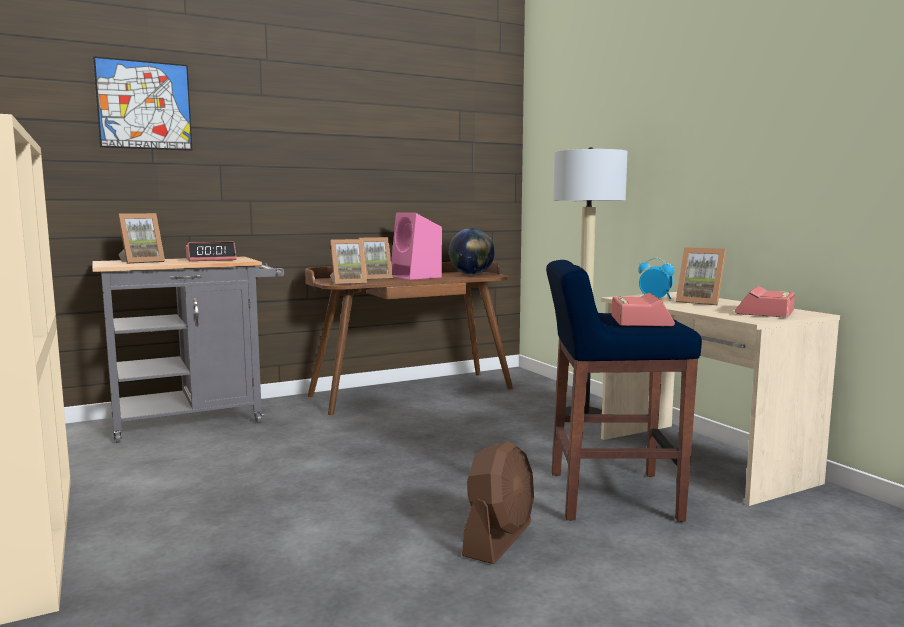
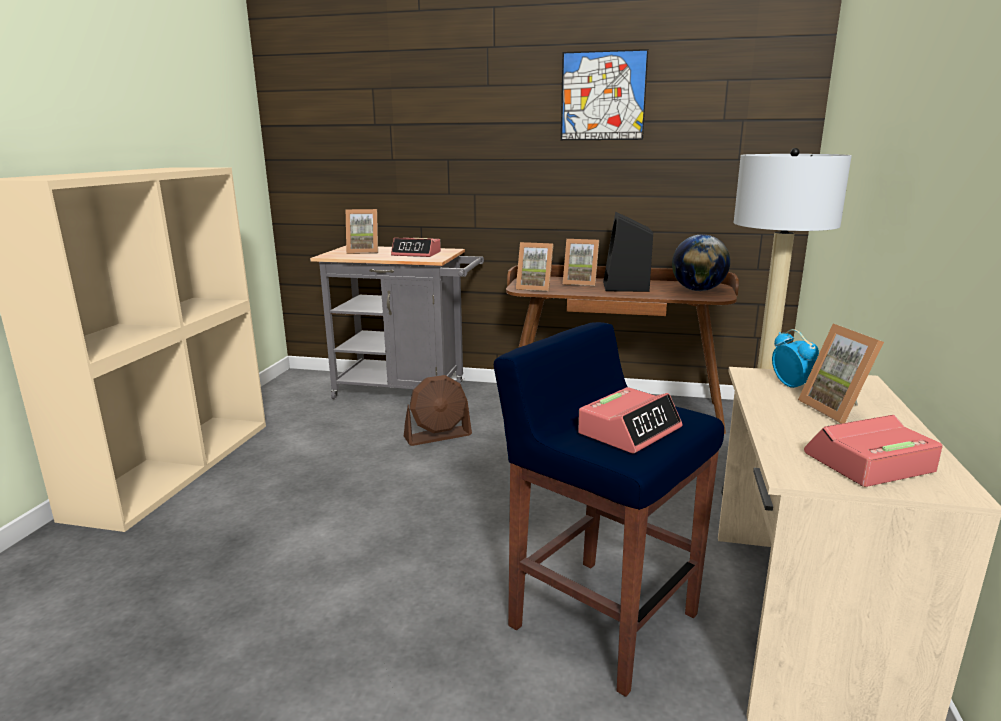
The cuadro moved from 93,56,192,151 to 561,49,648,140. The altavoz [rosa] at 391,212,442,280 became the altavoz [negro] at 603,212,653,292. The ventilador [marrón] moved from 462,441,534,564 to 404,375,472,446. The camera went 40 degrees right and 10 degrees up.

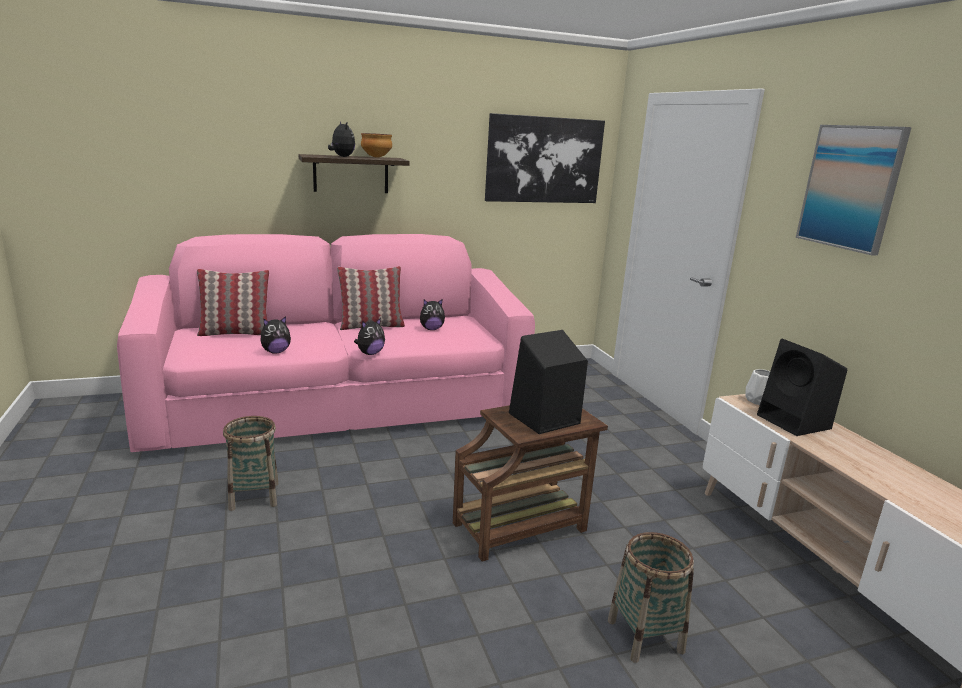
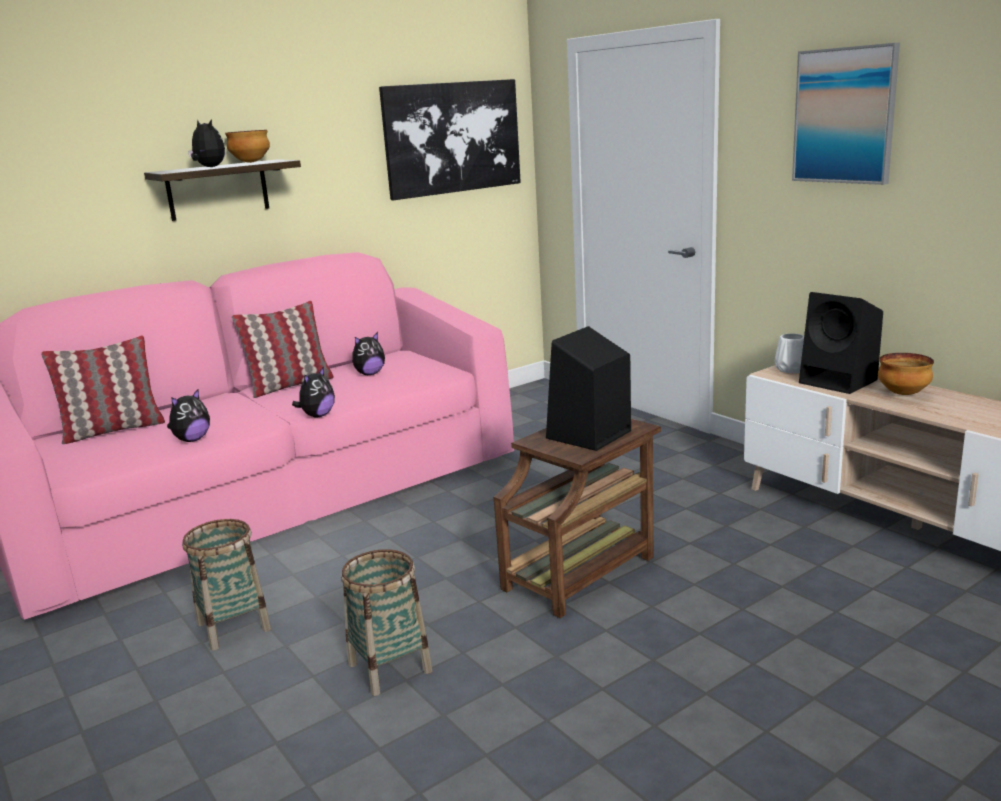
The cesta moved from 608,532,694,663 to 341,549,432,696. The cuenco at 878,353,934,395 appeared. The camera went 15 degrees left and 0 degrees up.

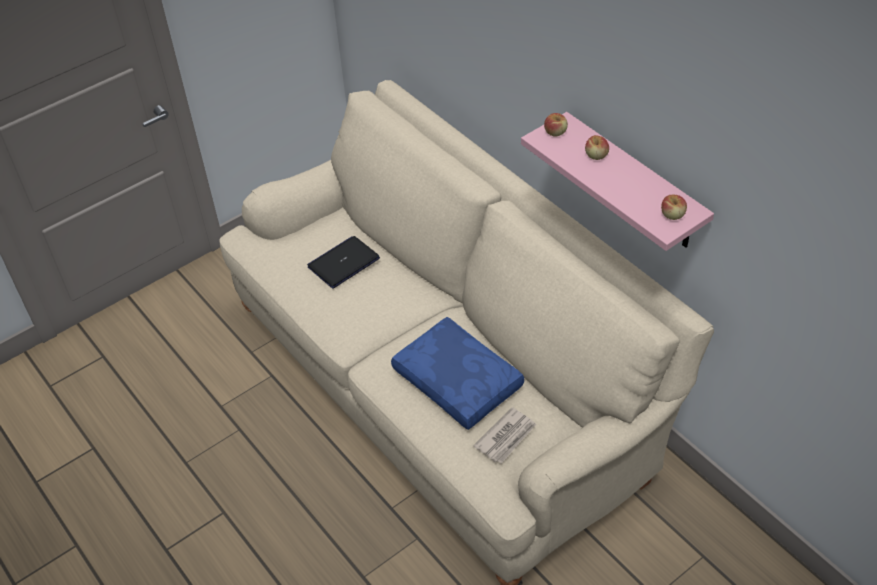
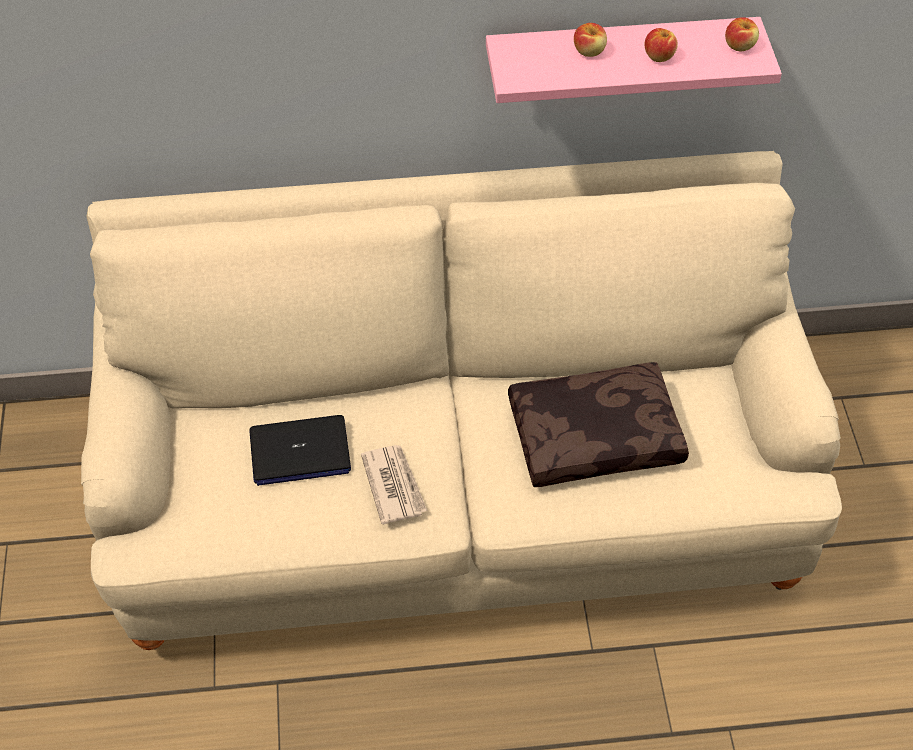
The portátil at 307,236,380,289 turned 90 degrees counterclockwise. The cojín [azul] at 391,317,524,430 became the cojín [marrón] at 508,362,689,487. The periódico moved from 473,407,537,464 to 361,445,427,525. The manzana moved from 544,113,568,137 to 645,28,678,62. The camera went 60 degrees left and 5 degrees up.

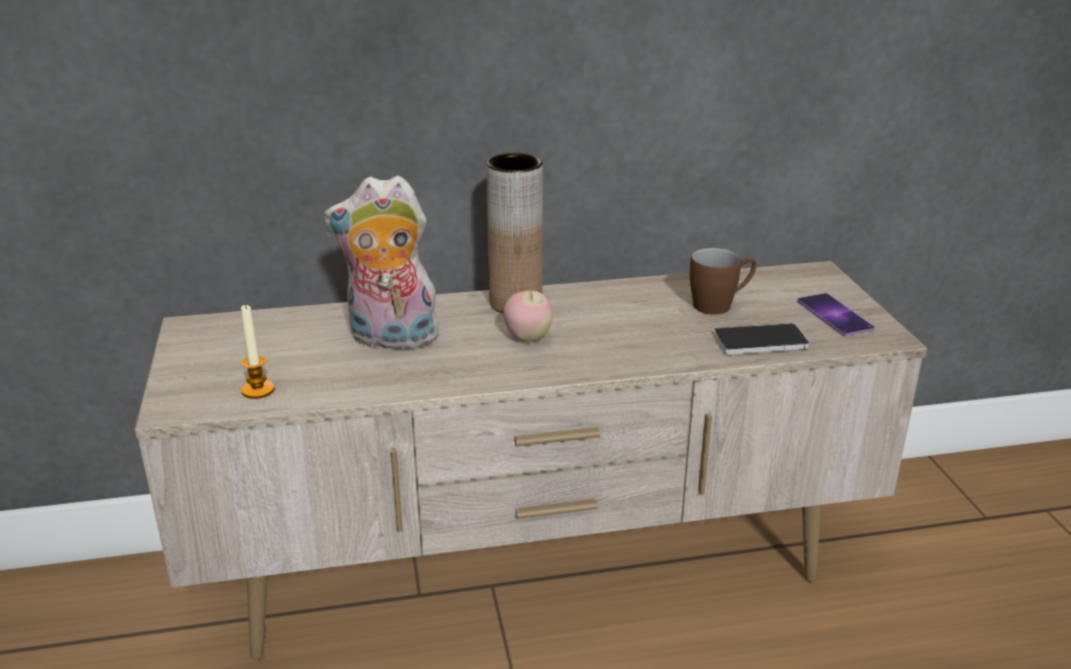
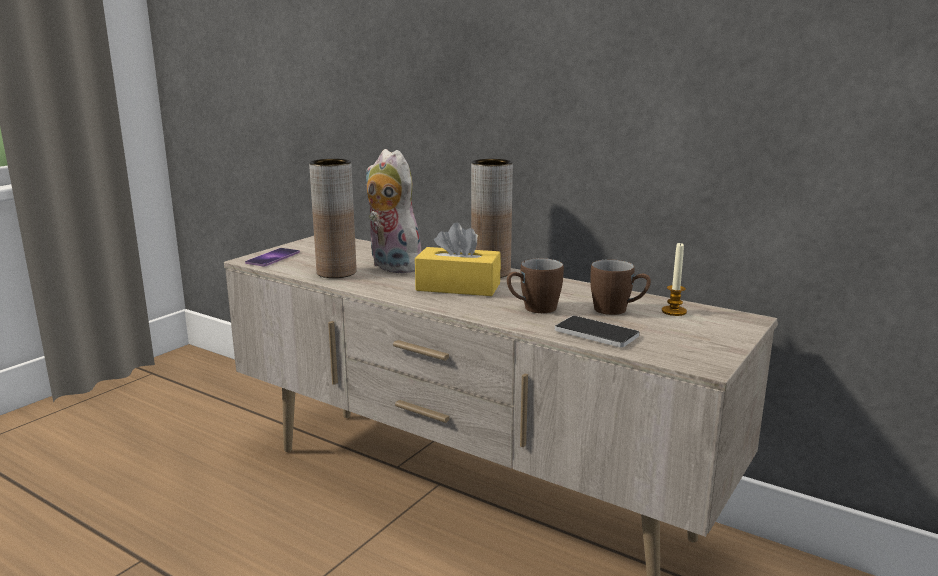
The vela moved from 241,304,275,399 to 662,242,687,316. The manzana at 503,288,553,342 was replaced by the caja de pañuelos [amarillo] at 415,223,501,296. The móvil moved from 797,293,875,336 to 245,248,300,267. The florero [marrón] at 309,159,356,278 appeared. The taza grande [marrón] at 507,258,564,313 appeared. The camera went 45 degrees right and 10 degrees down.

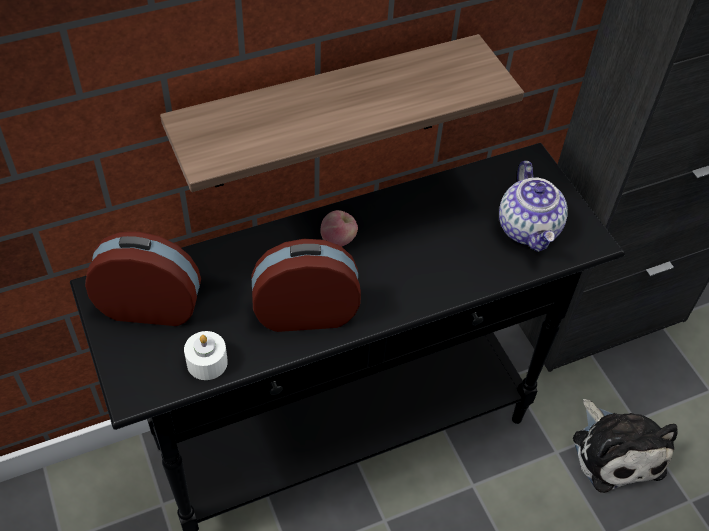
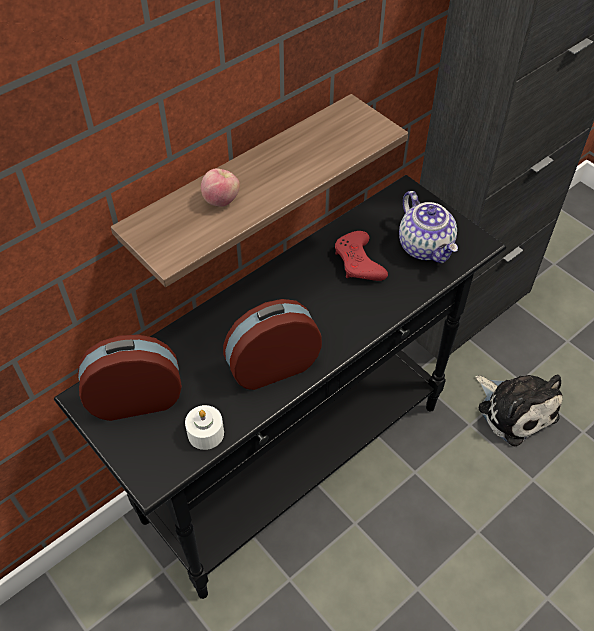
The manzana moved from 320,210,358,246 to 201,168,240,207. The mando de consola [rojo] at 335,231,388,281 appeared. The camera went 15 degrees left and 0 degrees up.

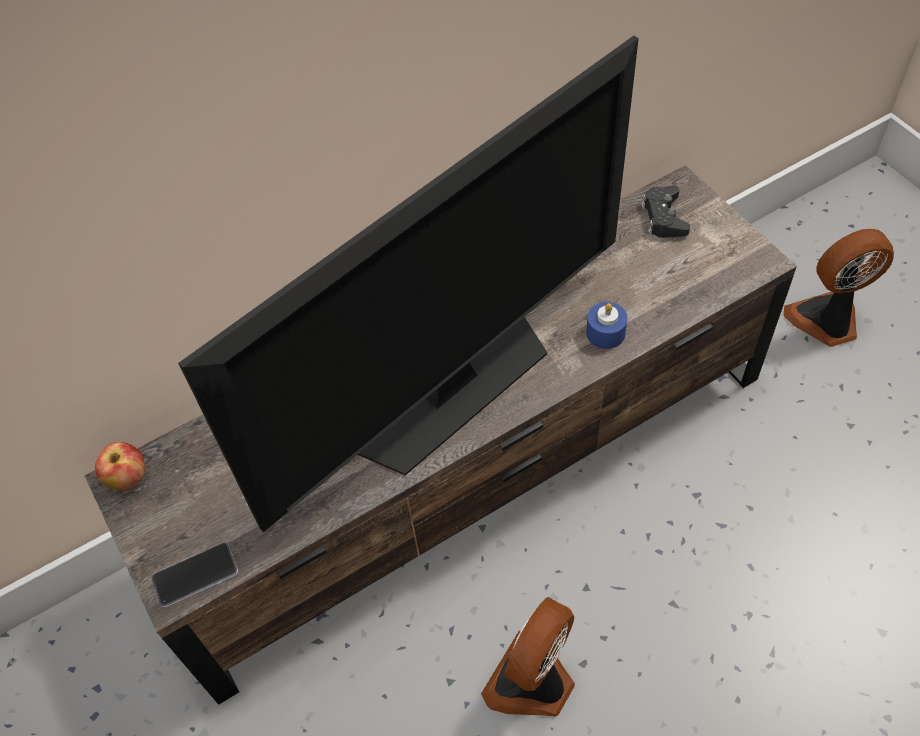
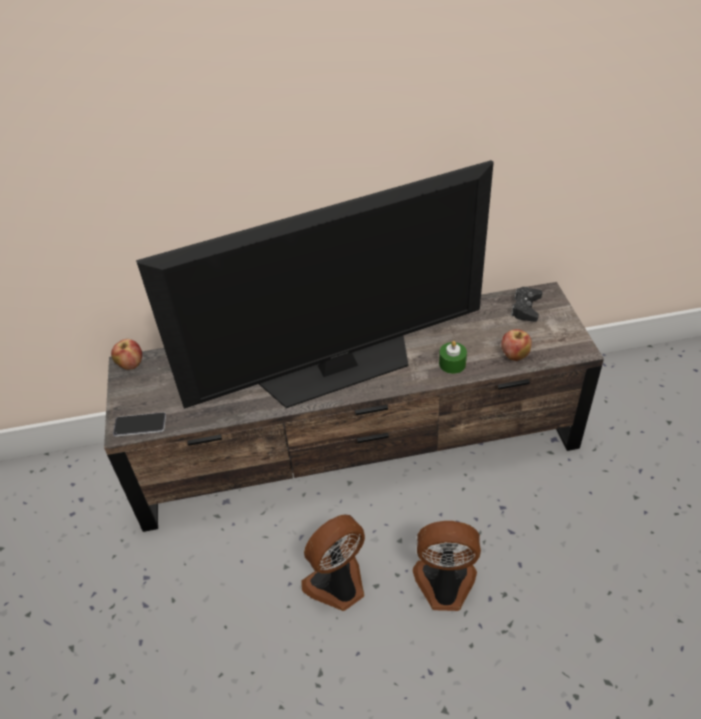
The vela [azul] at 586,302,628,349 became the vela [verde] at 439,341,467,374. The ventilador moved from 783,229,894,347 to 413,521,481,611. The manzana at 501,329,532,361 appeared. The camera went 20 degrees right and 10 degrees down.

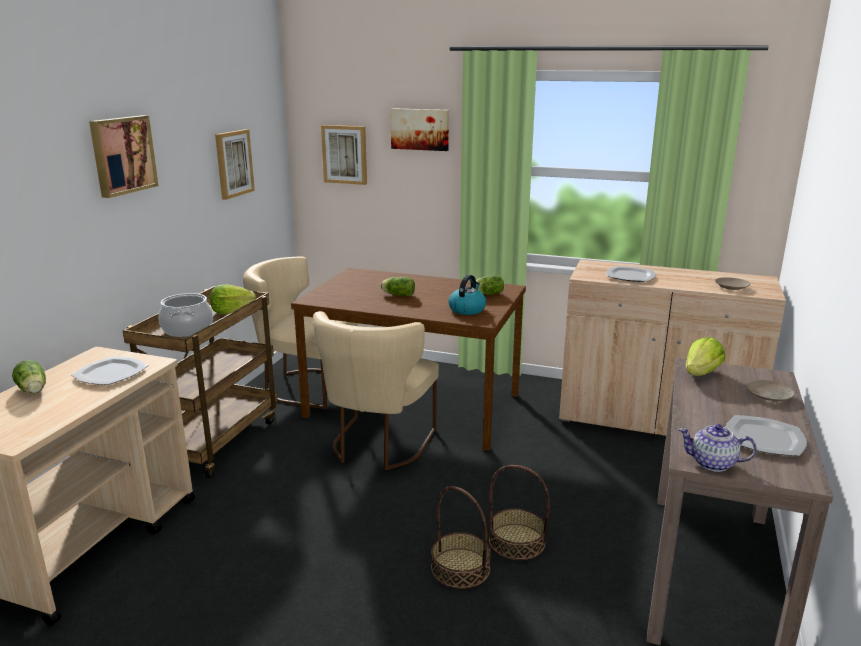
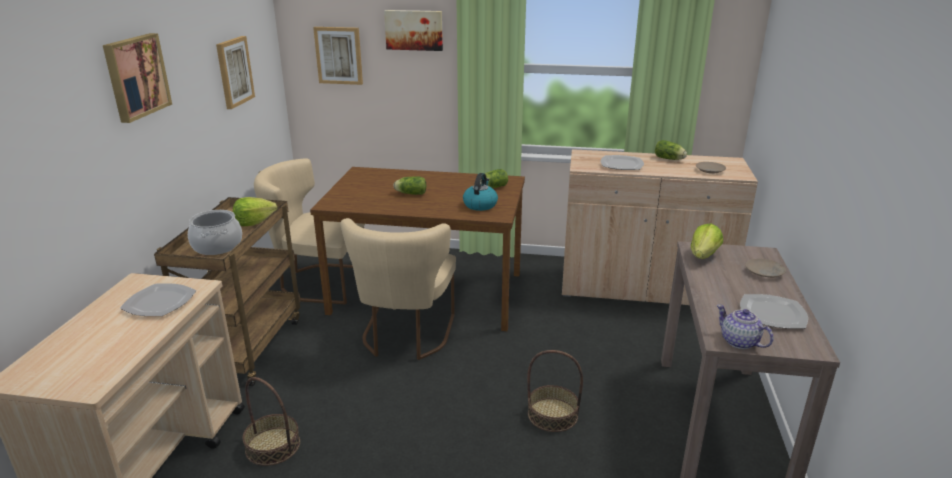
The lechuga moved from 12,360,46,394 to 655,140,687,160. The cesta moved from 431,486,491,589 to 243,377,300,466. The tetera at 678,424,757,472 turned 45 degrees clockwise. The camera went 10 degrees left and 5 degrees up.

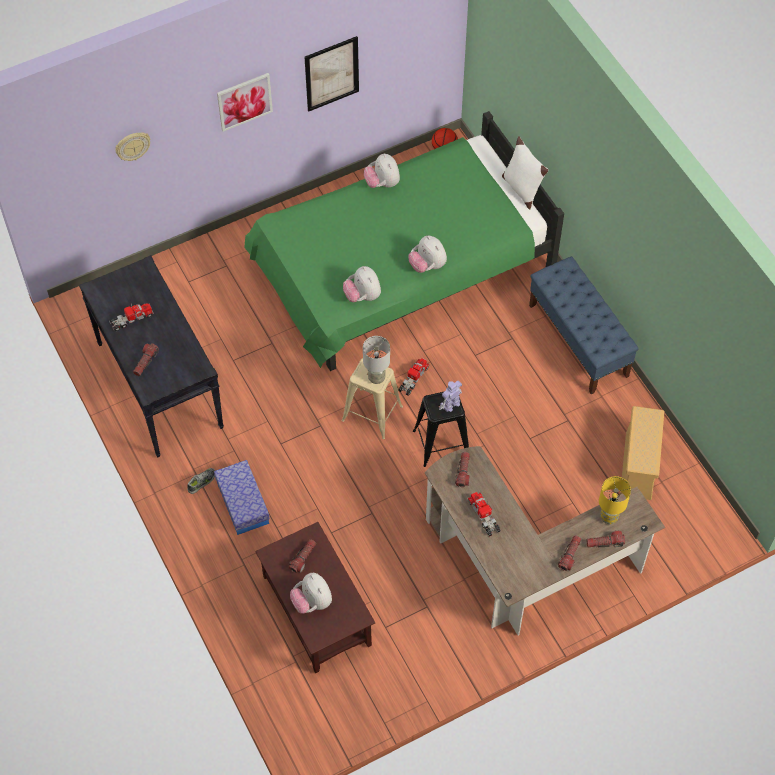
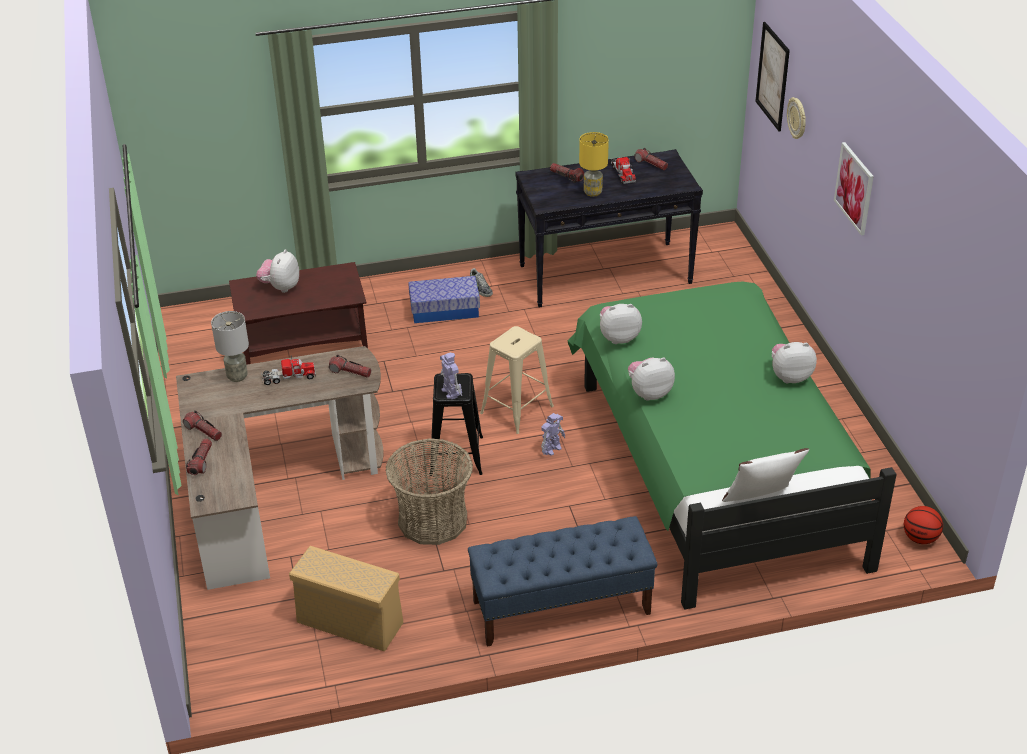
The linterna moved from 289,539,316,573 to 634,148,668,170. The peluche at 290,573,332,614 turned 60 degrees counterclockwise. The cuadro moved from 304,36,359,112 to 755,22,790,132. The lámpara de mesa [gris] moved from 363,336,390,384 to 211,311,249,382. The camión de juguete at 399,358,429,396 was replaced by the robot de juguete at 541,413,565,456. The lámpara de mesa [amarillo] moved from 599,476,631,524 to 579,132,609,197. The cesta at 386,439,473,545 appeared. The camera went 105 degrees right and 20 degrees down.

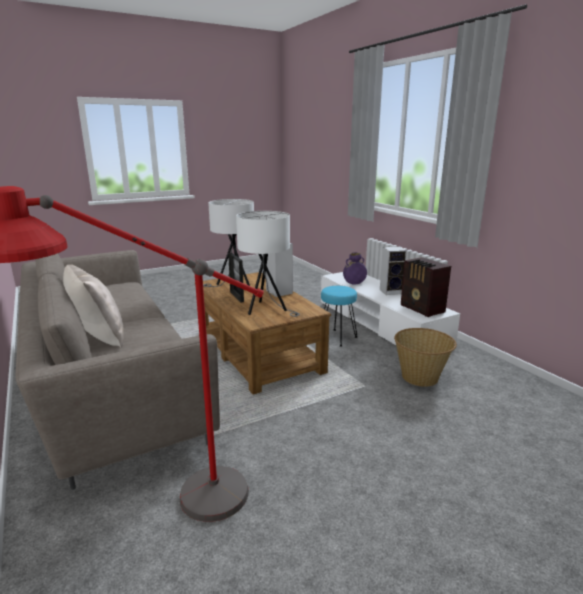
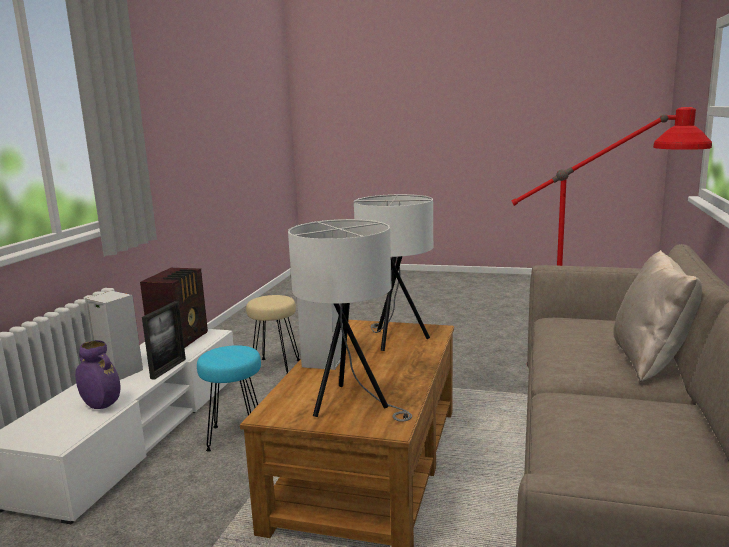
The portarretratos moved from 228,252,244,302 to 142,301,186,380. The cesta at 394,328,457,387 was replaced by the taburete [beis] at 246,295,300,375. The camera went 135 degrees left and 5 degrees down.

